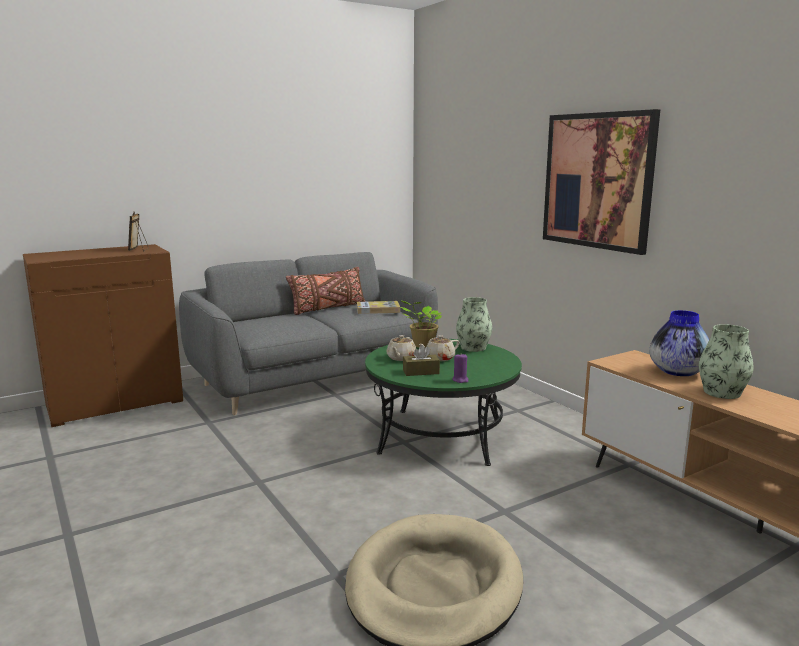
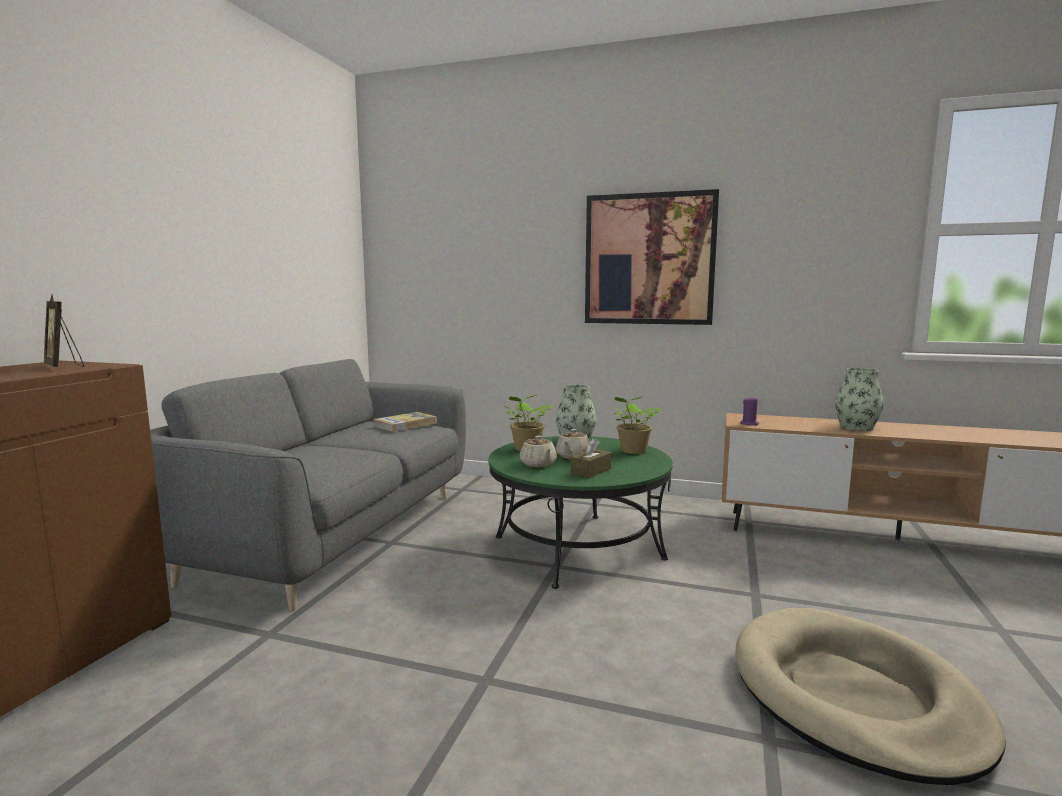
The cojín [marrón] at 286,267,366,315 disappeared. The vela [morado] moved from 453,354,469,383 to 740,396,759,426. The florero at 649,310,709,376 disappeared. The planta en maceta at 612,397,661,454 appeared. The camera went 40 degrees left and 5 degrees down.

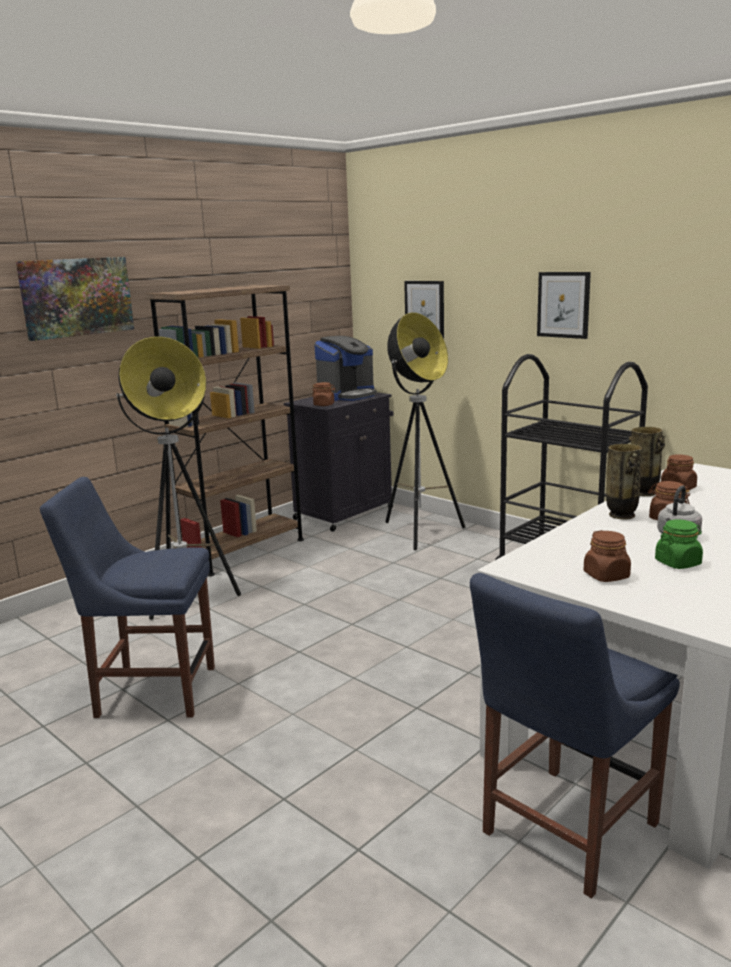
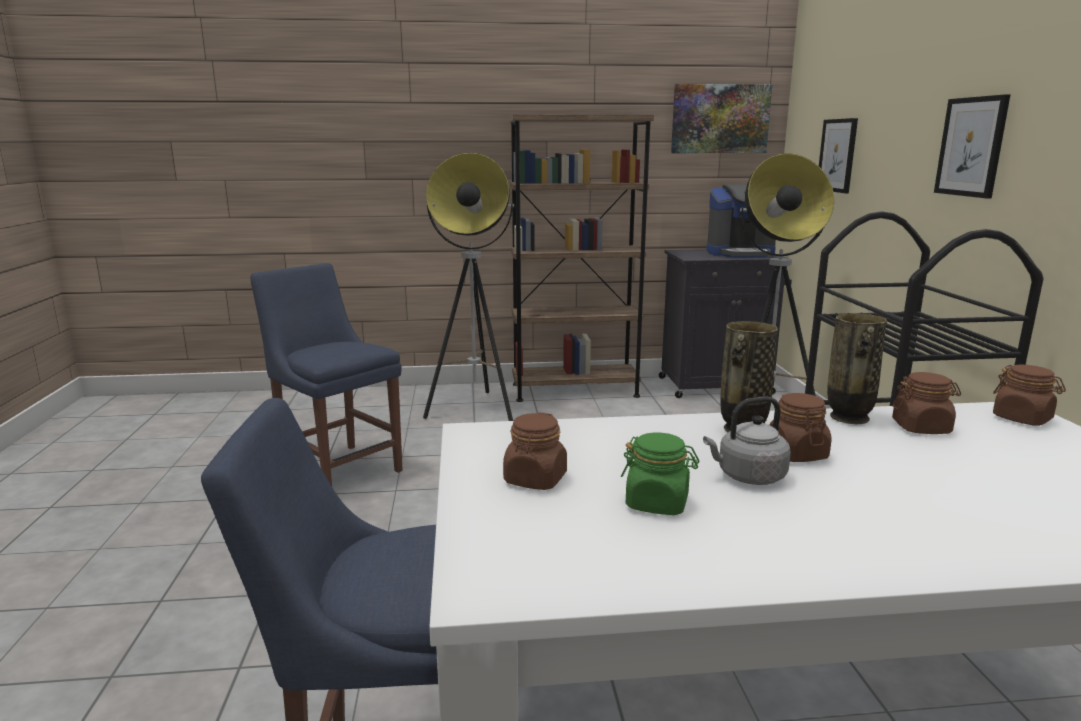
The cuadro moved from 16,257,134,341 to 671,84,772,153. The tarro [marrón] moved from 312,382,336,406 to 993,365,1066,426. The camera went 40 degrees right and 0 degrees up.

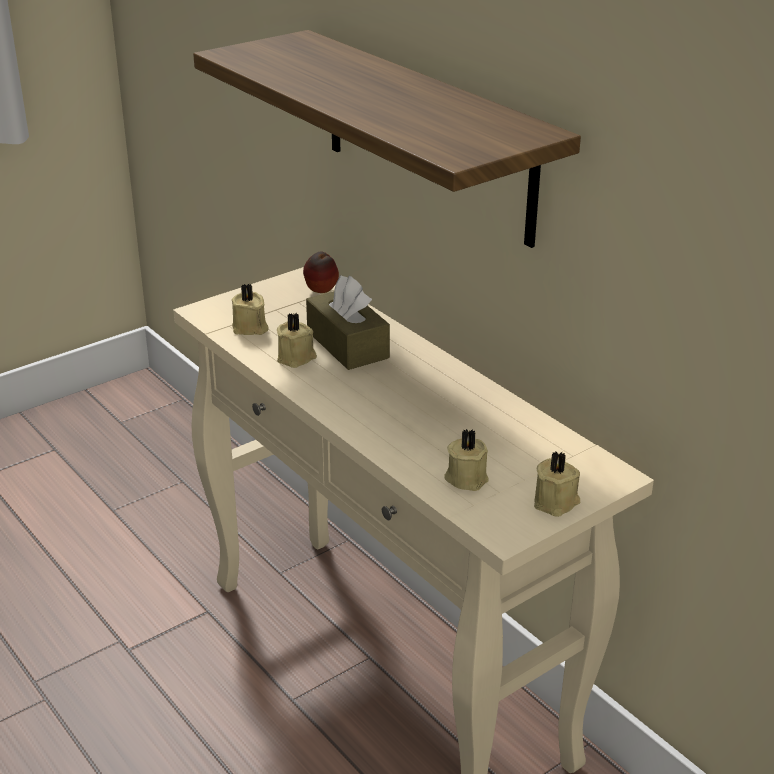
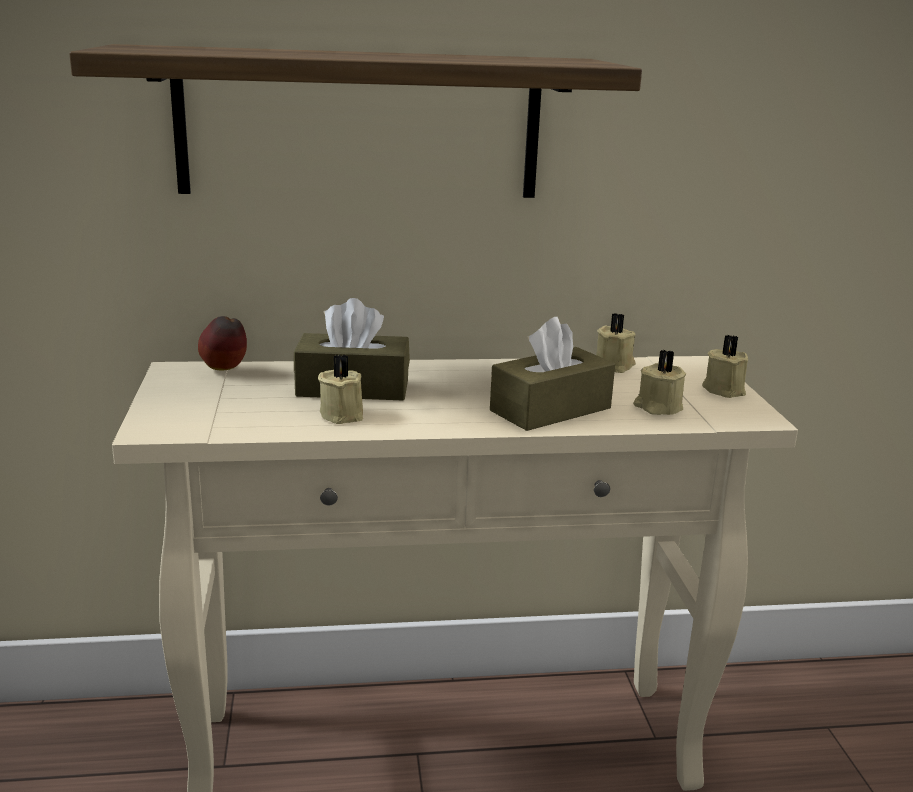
The vela [beis] moved from 232,284,269,335 to 596,313,636,373. The caja de pañuelos [marrón] at 490,317,615,431 appeared. The camera went 60 degrees left and 10 degrees down.

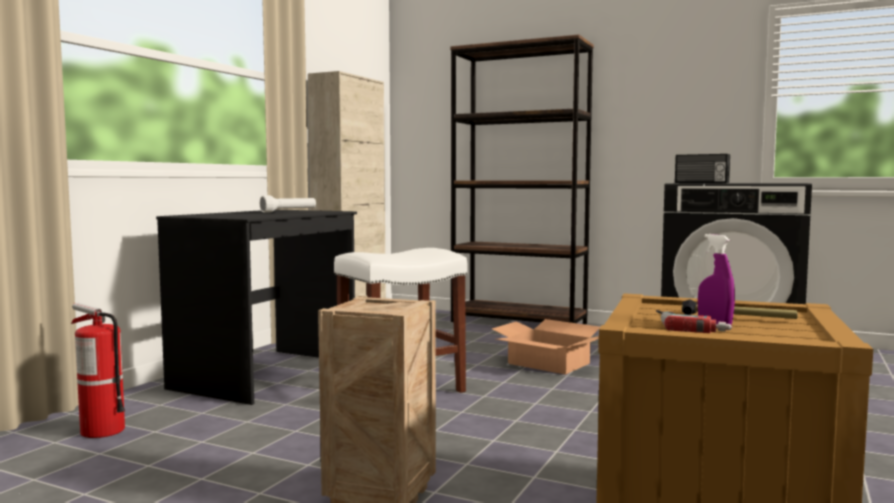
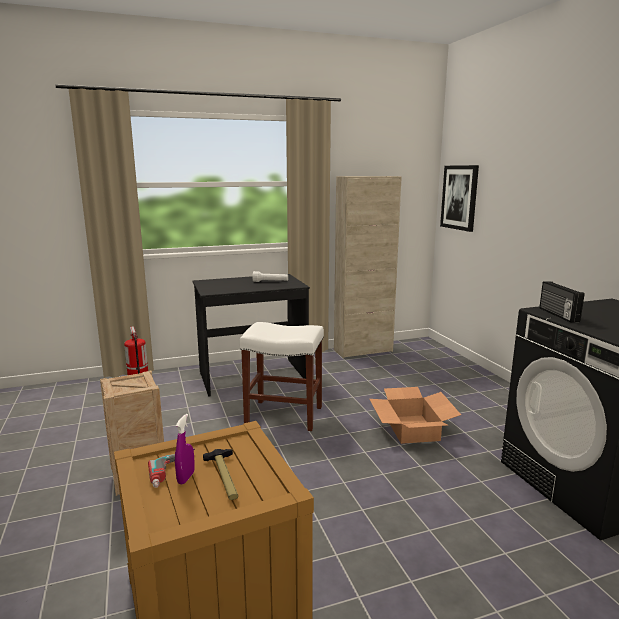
The estantería [marrón] at 450,34,594,324 disappeared. The cuadro at 440,165,479,232 appeared. The camera went 45 degrees right and 10 degrees up.

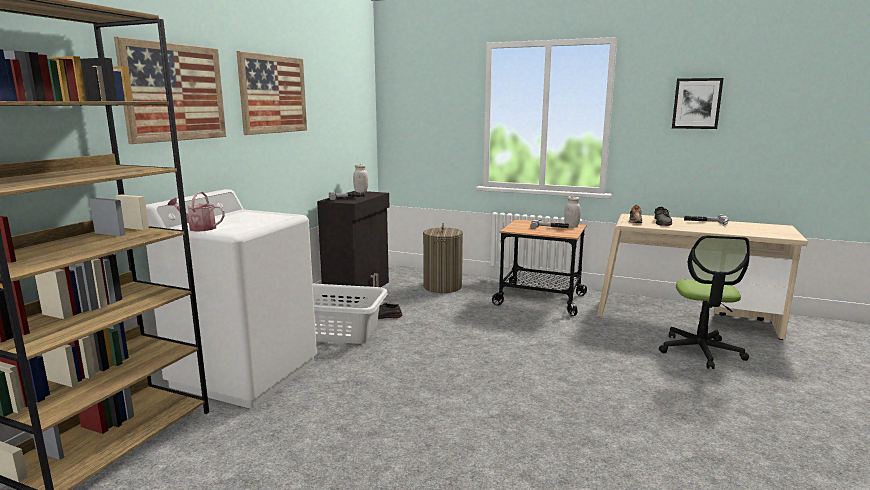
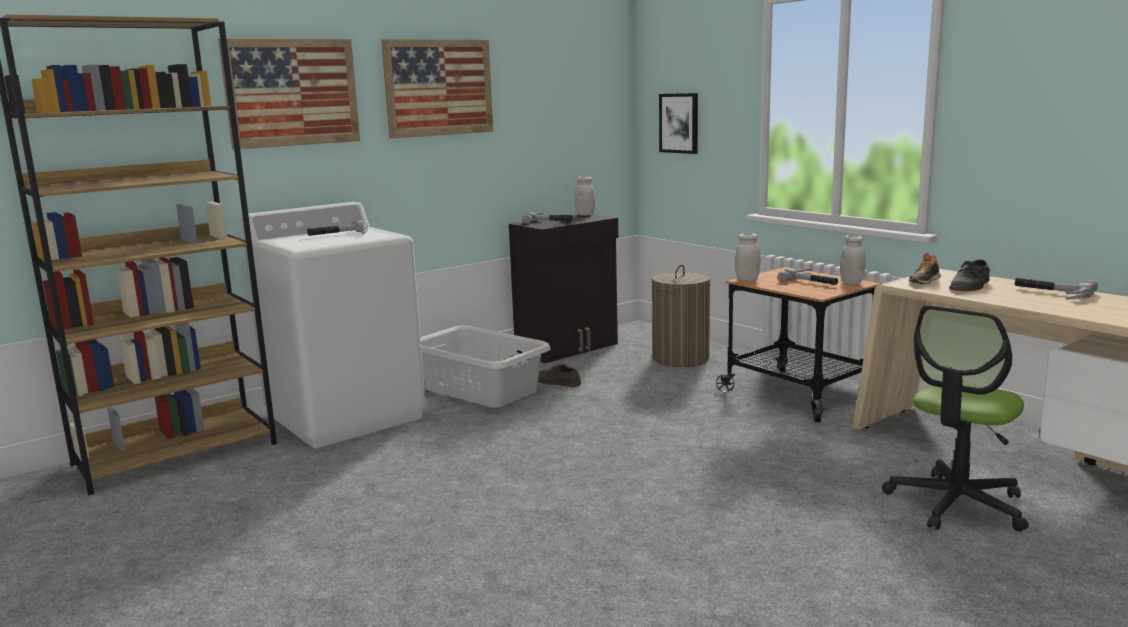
The regadera at 168,191,225,232 disappeared. The cuadro moved from 672,78,724,129 to 659,93,698,154. The martillo at 307,220,368,236 appeared. The tarro [blanco] at 735,233,761,281 appeared. The camera went 30 degrees right and 0 degrees up.

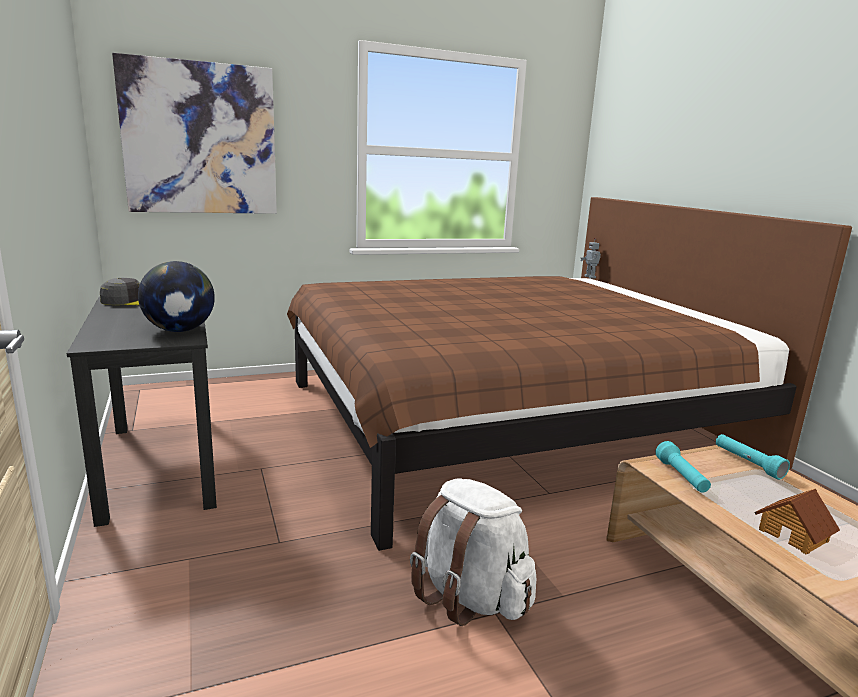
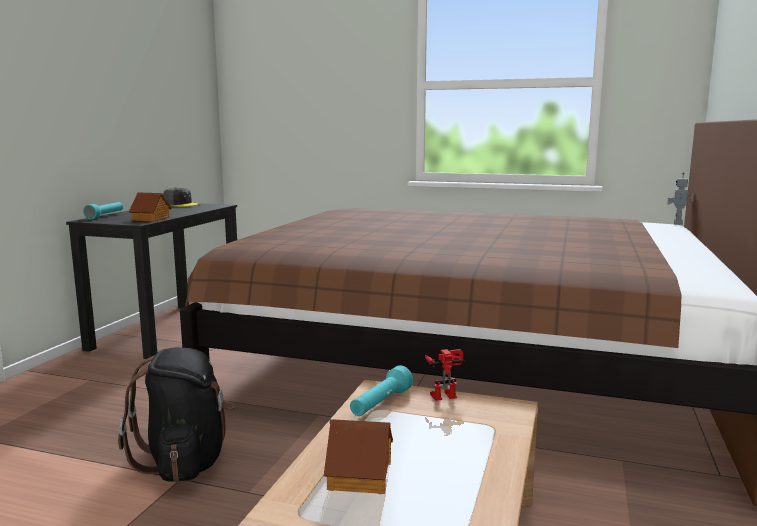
The cuadro at 112,53,277,214 disappeared. The globo terráqueo at 138,261,215,332 was replaced by the casita at 129,192,172,221. The mochila [blanco] at 410,478,537,626 became the mochila [negro] at 118,347,235,482. The linterna [turquesa] moved from 716,434,790,480 to 83,202,123,220. The robot de juguete at 425,349,465,401 appeared. The camera went 40 degrees right and 5 degrees down.

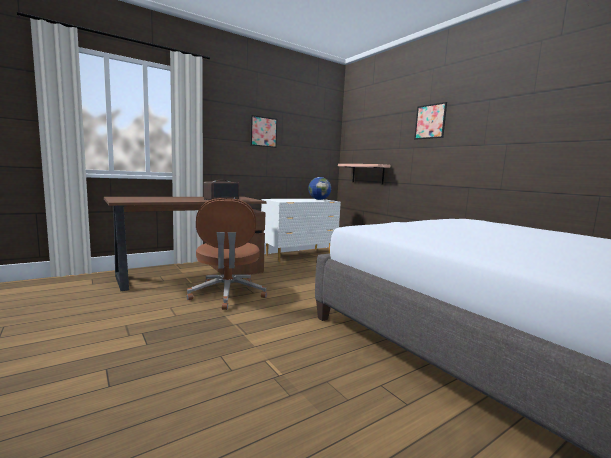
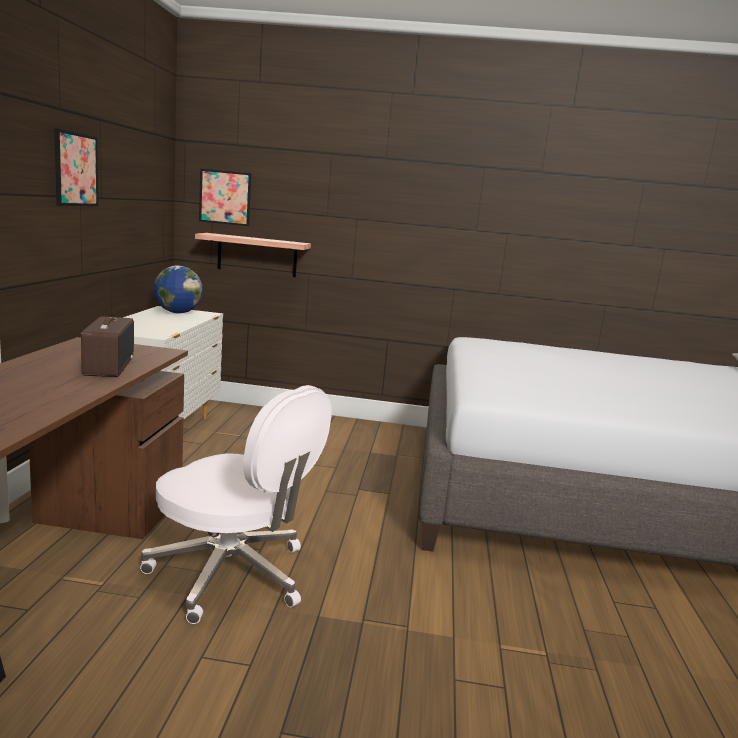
The silla de oficina [marrón] at 186,198,267,310 became the silla de oficina [blanco] at 140,385,331,624. The cuadro moved from 414,102,447,140 to 199,169,251,226. The camera went 50 degrees left and 5 degrees up.

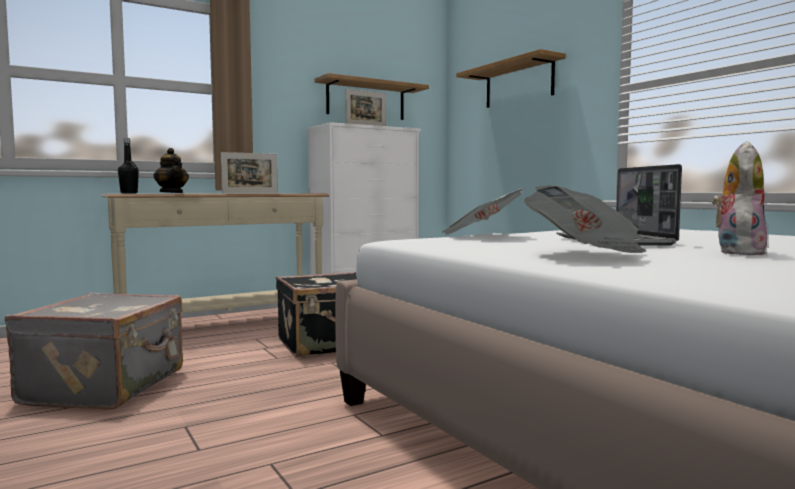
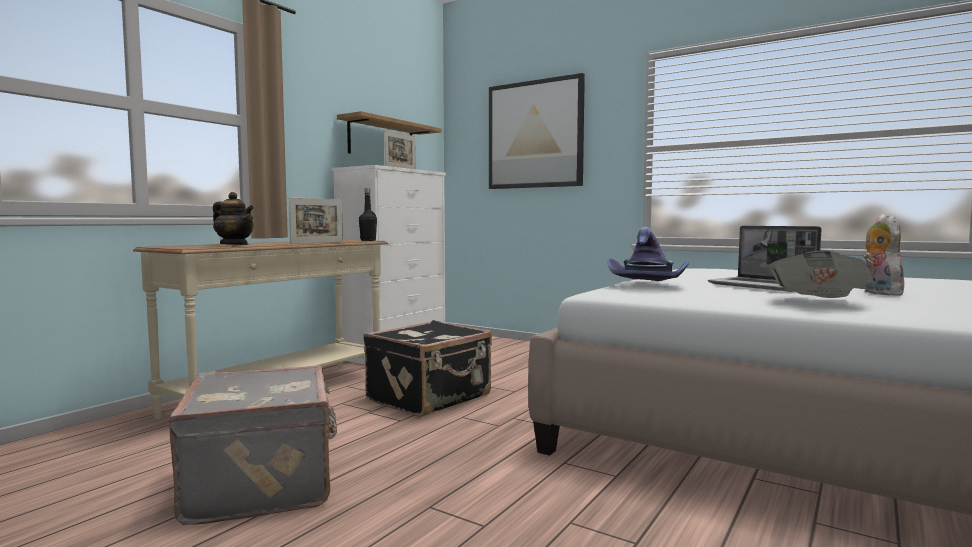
The botella [negro] moved from 118,138,139,193 to 359,188,377,241. The periódico at 442,188,524,235 was replaced by the sombrero [morado] at 607,227,689,281. The estante at 456,49,566,108 was replaced by the cuadro at 489,73,585,189. The camera went 25 degrees left and 0 degrees up.

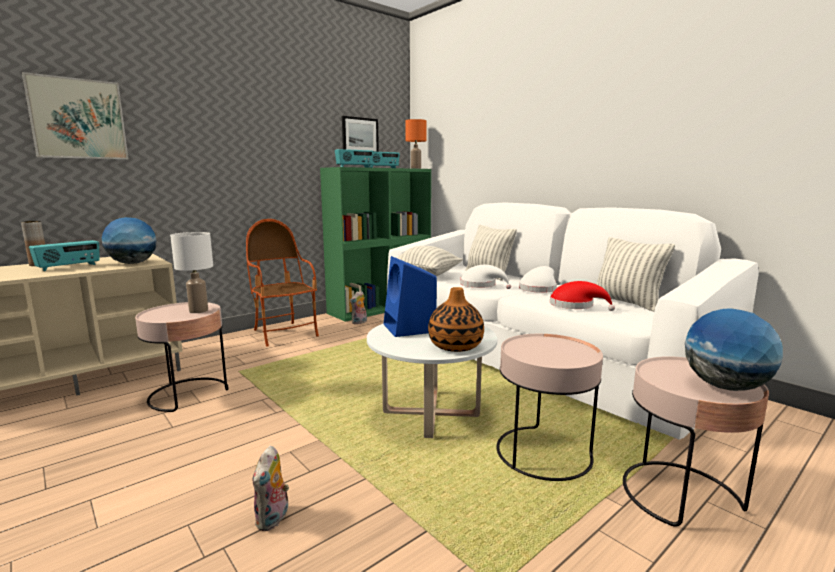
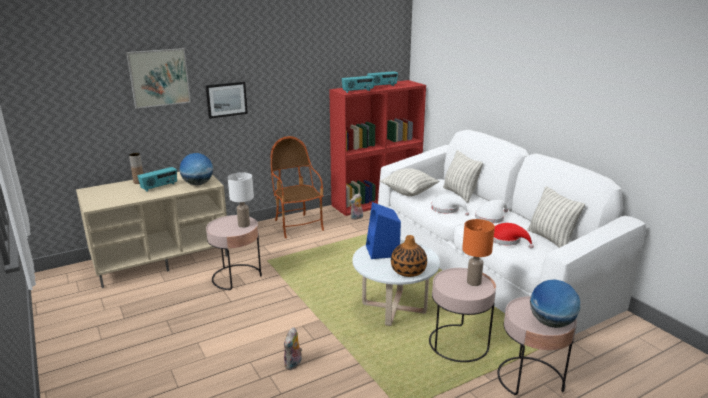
The estantería [verde] at 320,167,431,322 became the estantería [rojo] at 329,80,426,216. The cuadro moved from 342,116,379,152 to 205,82,248,119. The lámpara de mesa [naranja] moved from 405,119,426,169 to 462,219,495,286. The camera went 10 degrees right and 10 degrees up.

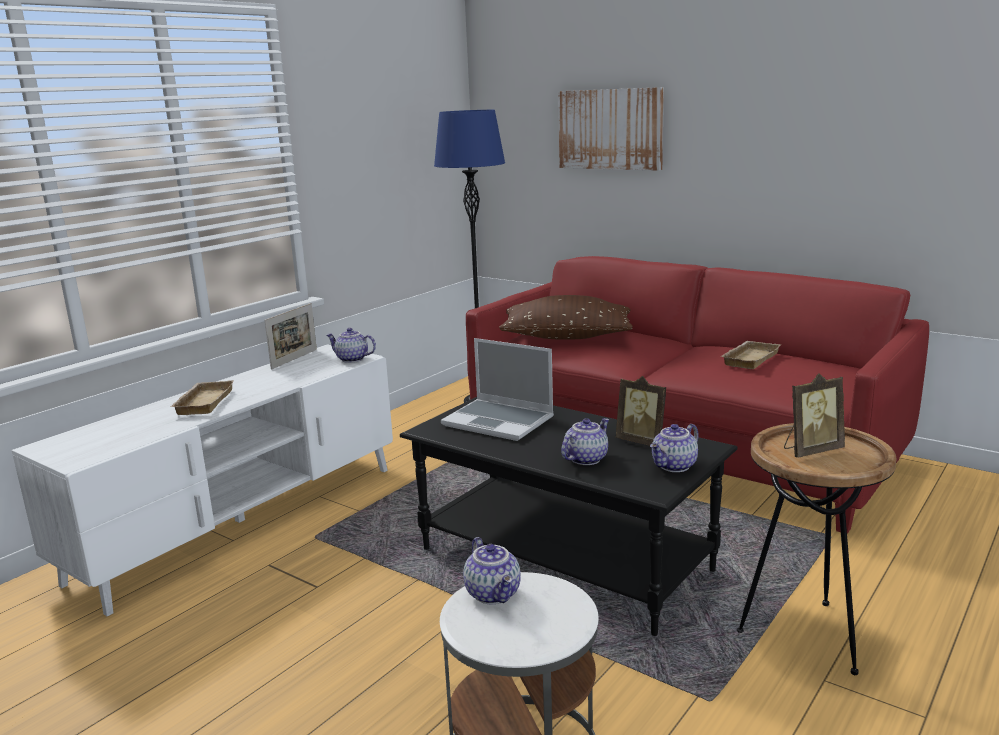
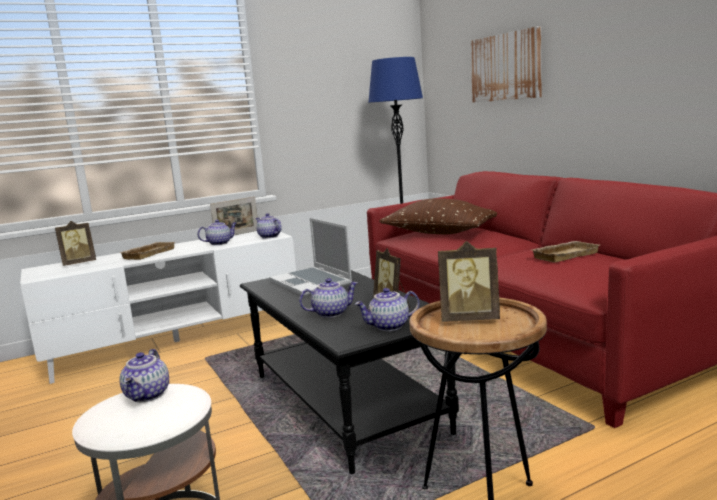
The portarretratos at 55,221,96,266 appeared. The tetera at 198,220,237,245 appeared. The camera went 25 degrees right and 5 degrees down.

